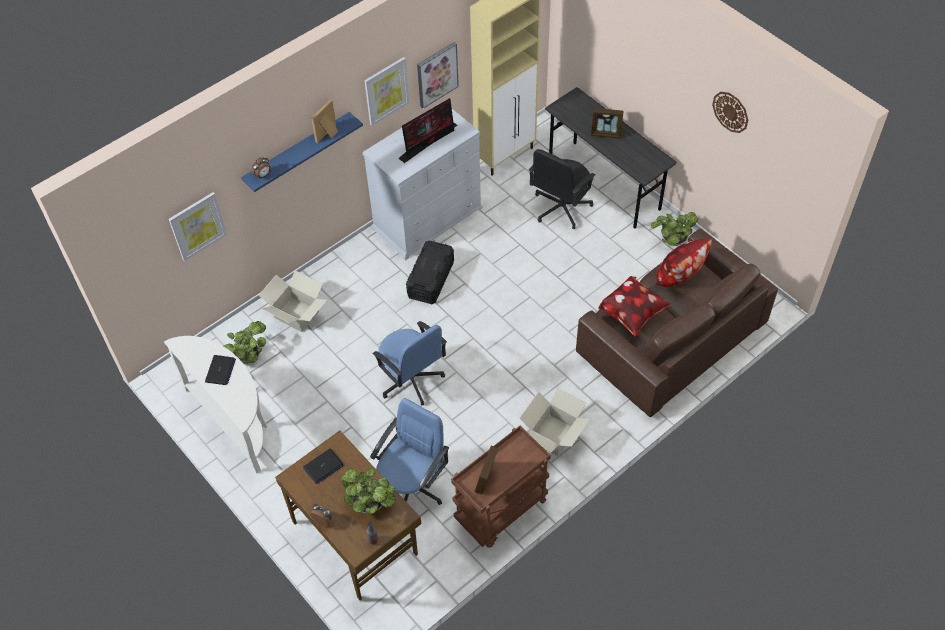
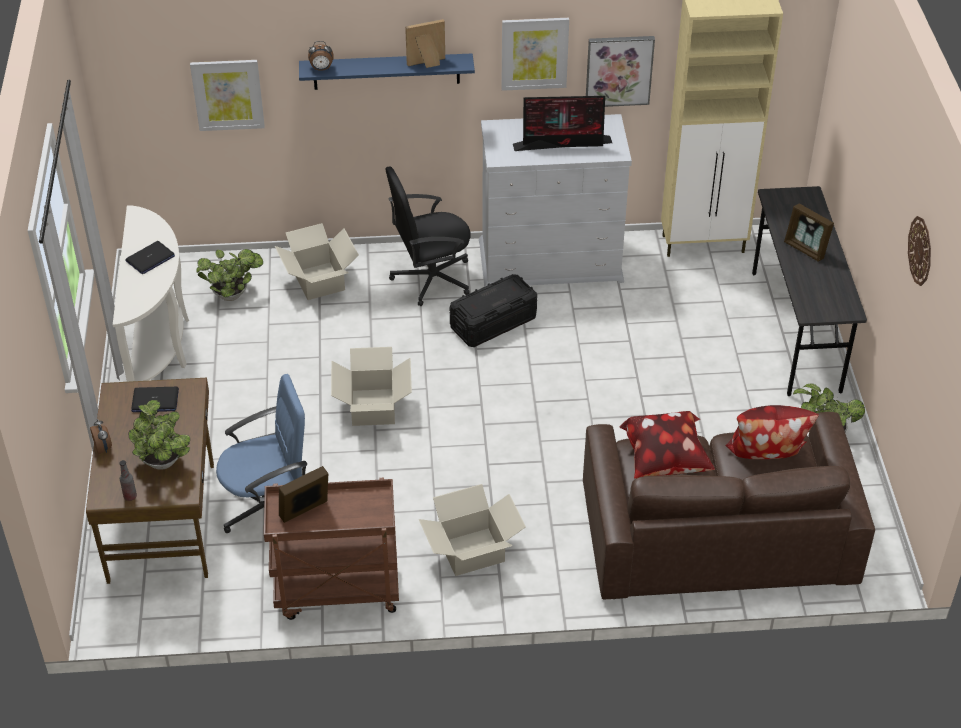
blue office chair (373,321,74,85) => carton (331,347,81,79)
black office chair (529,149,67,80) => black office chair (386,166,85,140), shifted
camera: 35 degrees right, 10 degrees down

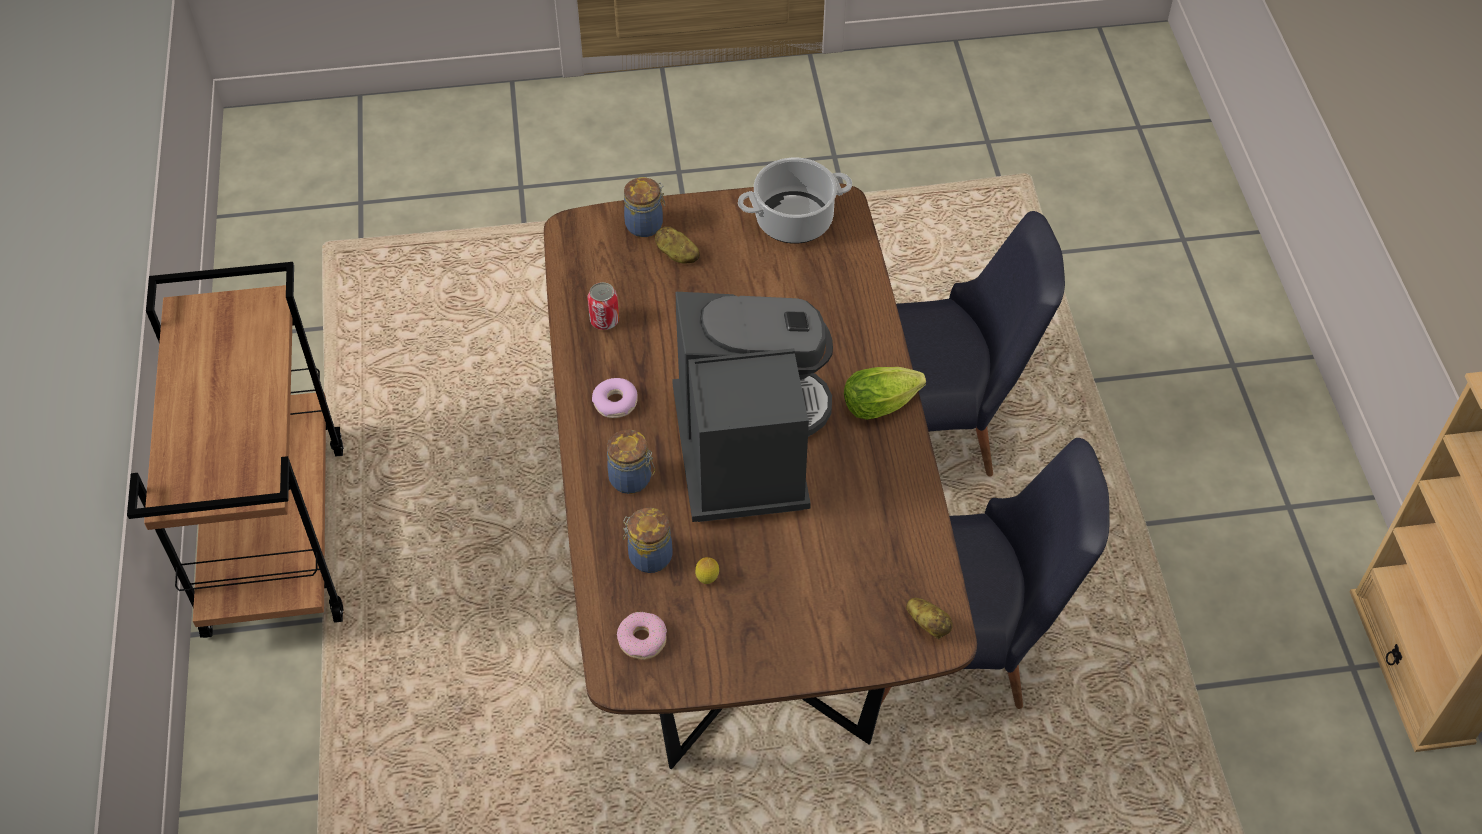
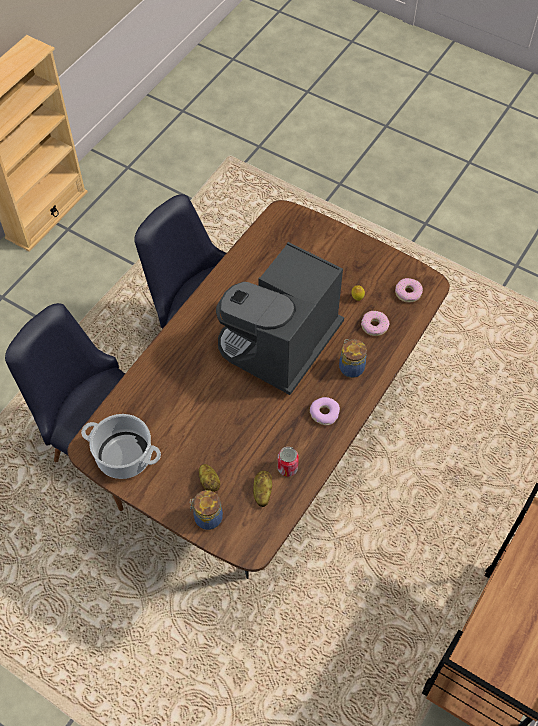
potato (906,598,47,41) => potato (253,470,19,37), shifted
preserve jar (623,508,50,65) => doughnut (361,311,29,25)
lettuce head (844,367,82,53) => nothing
camera: 140 degrees left, 5 degrees up

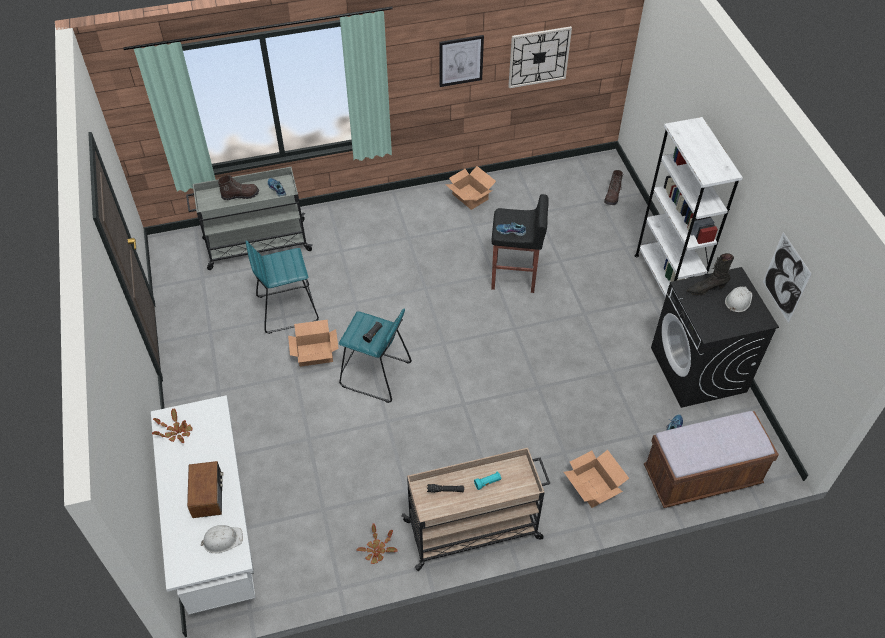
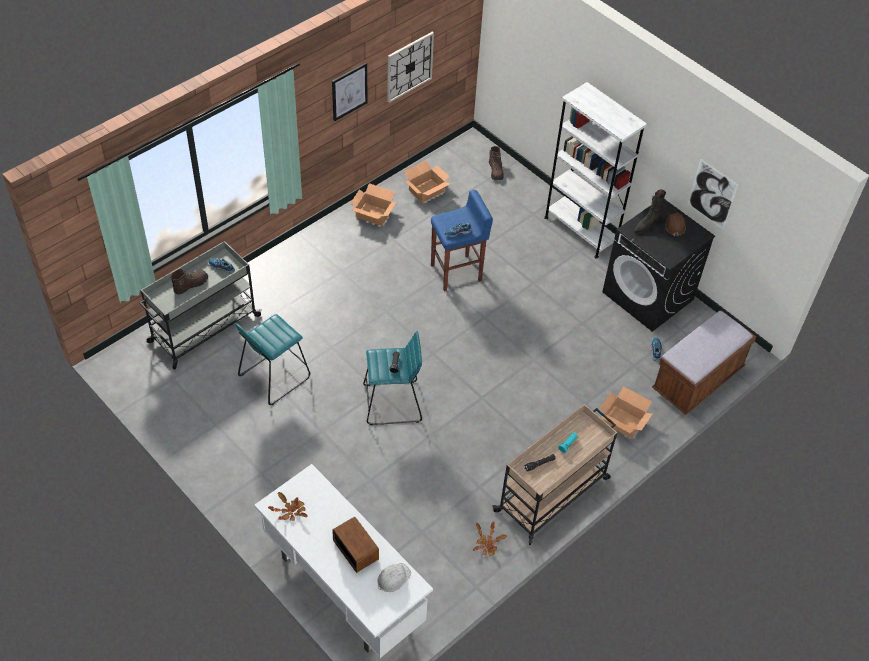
carton (288,320,51,47) => carton (404,160,46,43), shifted
black stool seat (491,194,58,99) => blue stool seat (431,190,62,101)
white-coloured hard hat (725,286,27,26) => brownish hard hat (665,212,21,25)
camera: 30 degrees left, 0 degrees up

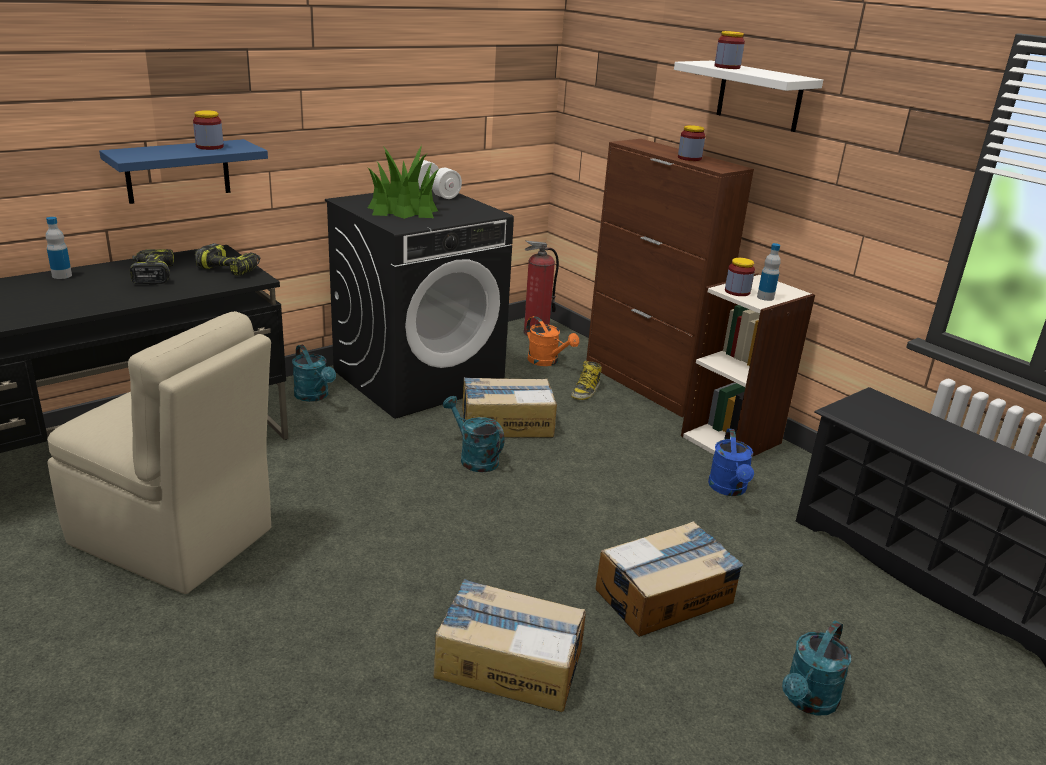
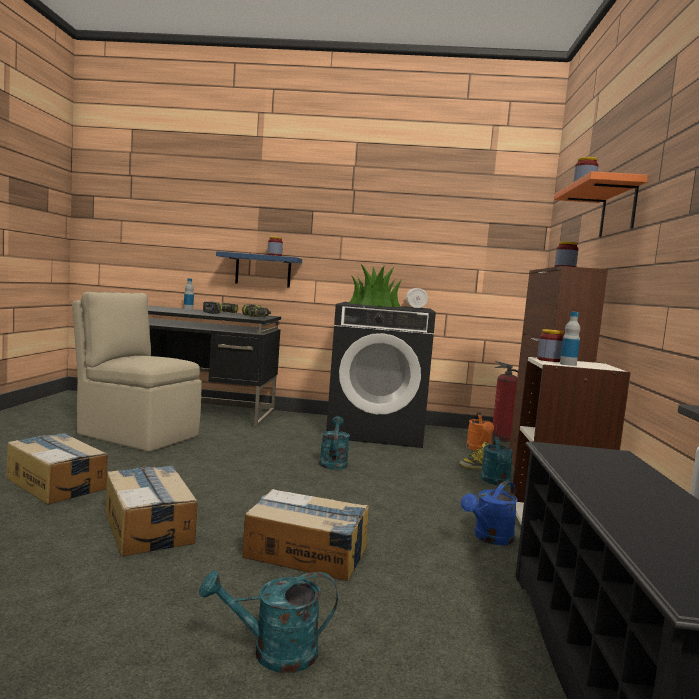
carton (463,377,94,61) => carton (6,433,102,71), shifted
beige upright chair (47,311,224,283) => beige upright chair (72,292,130,160), 135 degrees clockwise
turquoise-coloured sprinkling can (292,345,44,57) => turquoise-coloured sprinkling can (480,437,33,48), shifted
white-coloured bracket shelf (674,61,149,71) => orange bracket shelf (554,171,94,66)
camera: 45 degrees right, 20 degrees down

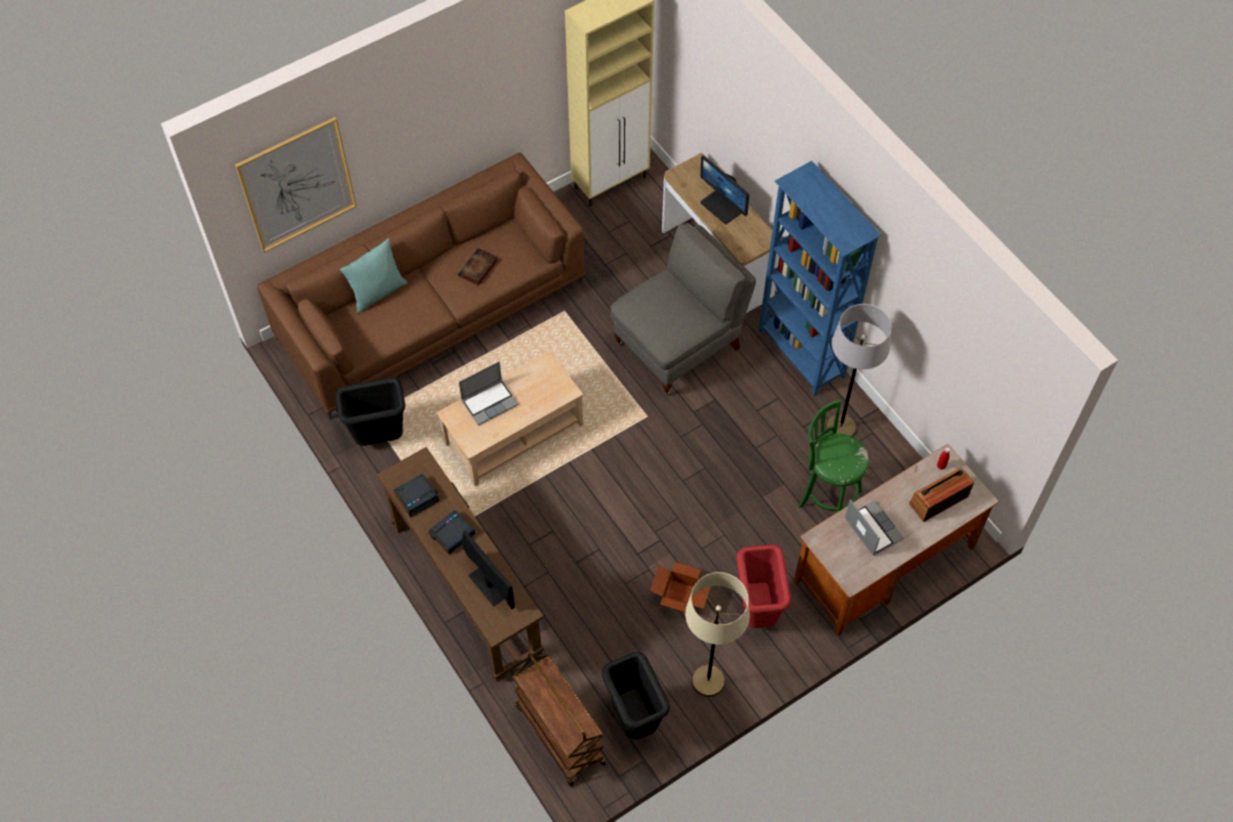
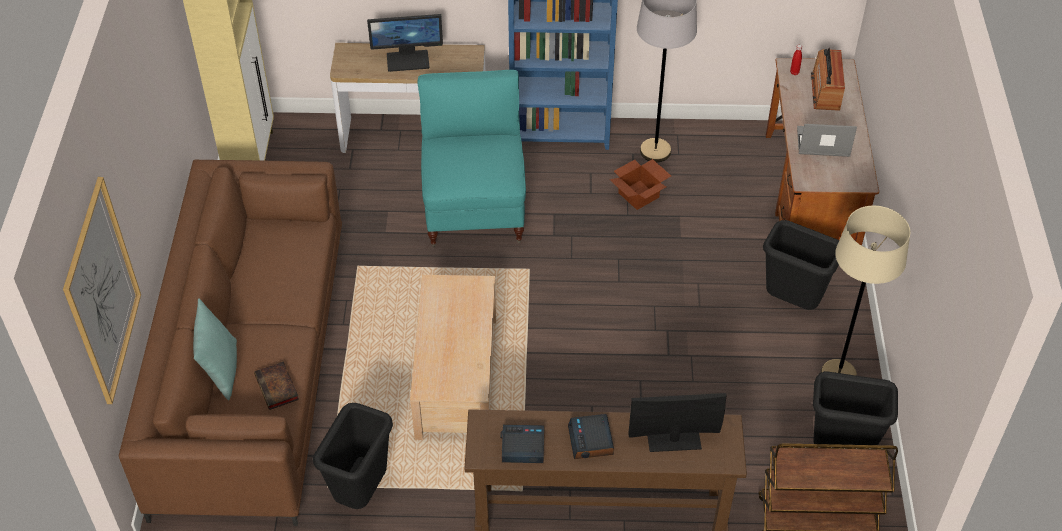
bound book (458,248,40,38) => bound book (254,361,45,49), shifted
greyish armchair (611,223,145,172) => turquoise-coloured armchair (417,70,109,177)
bedside clock (394,474,45,43) => bedside clock (500,425,44,38), 90 degrees counterclockwise
carton (650,562,61,50) => carton (609,159,62,51), shifted
red-coloured rubbish bin (737,545,54,83) => black rubbish bin (763,220,76,90)
laptop (459,361,59,65) => nothing
green stool seat (798,399,71,113) => nothing
camera: 55 degrees left, 10 degrees down

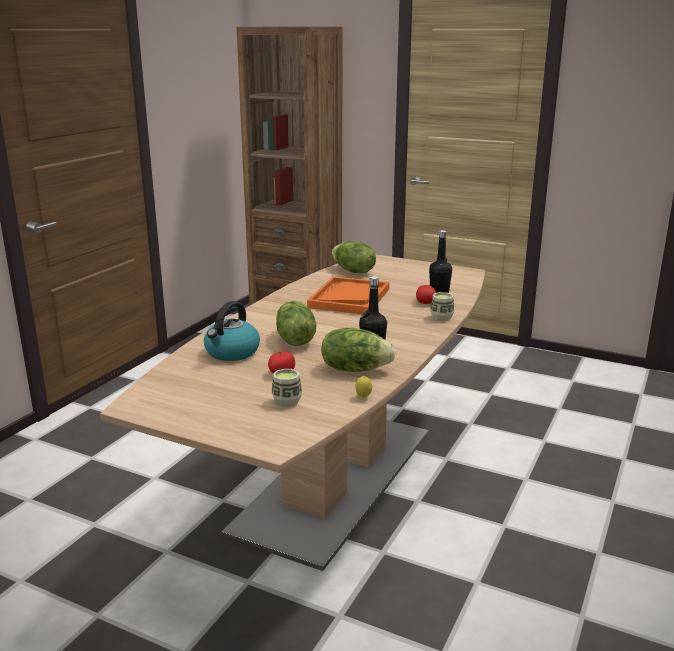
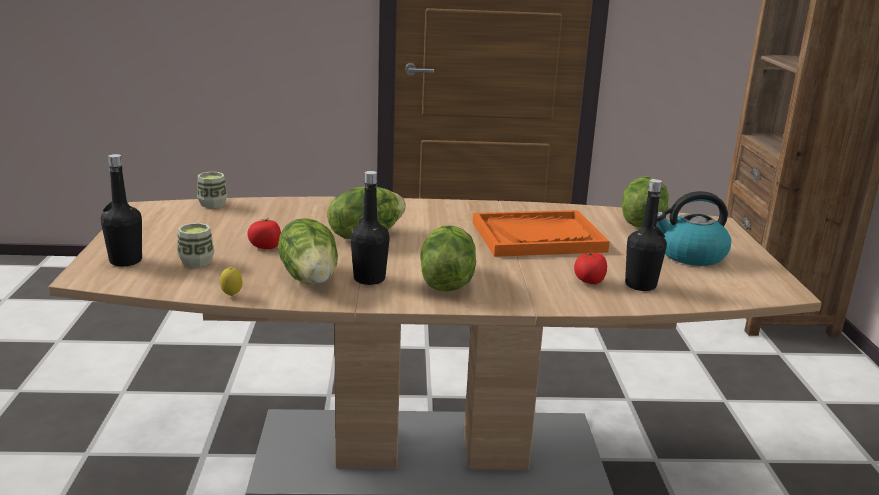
nothing => black drink bottle (101,154,41,113)
cup (430,292,24,29) => cup (197,172,31,36), shifted
nothing => lettuce head (420,225,56,66)
water kettle (204,301,56,60) => water kettle (657,191,74,75), shifted
camera: 60 degrees right, 0 degrees up

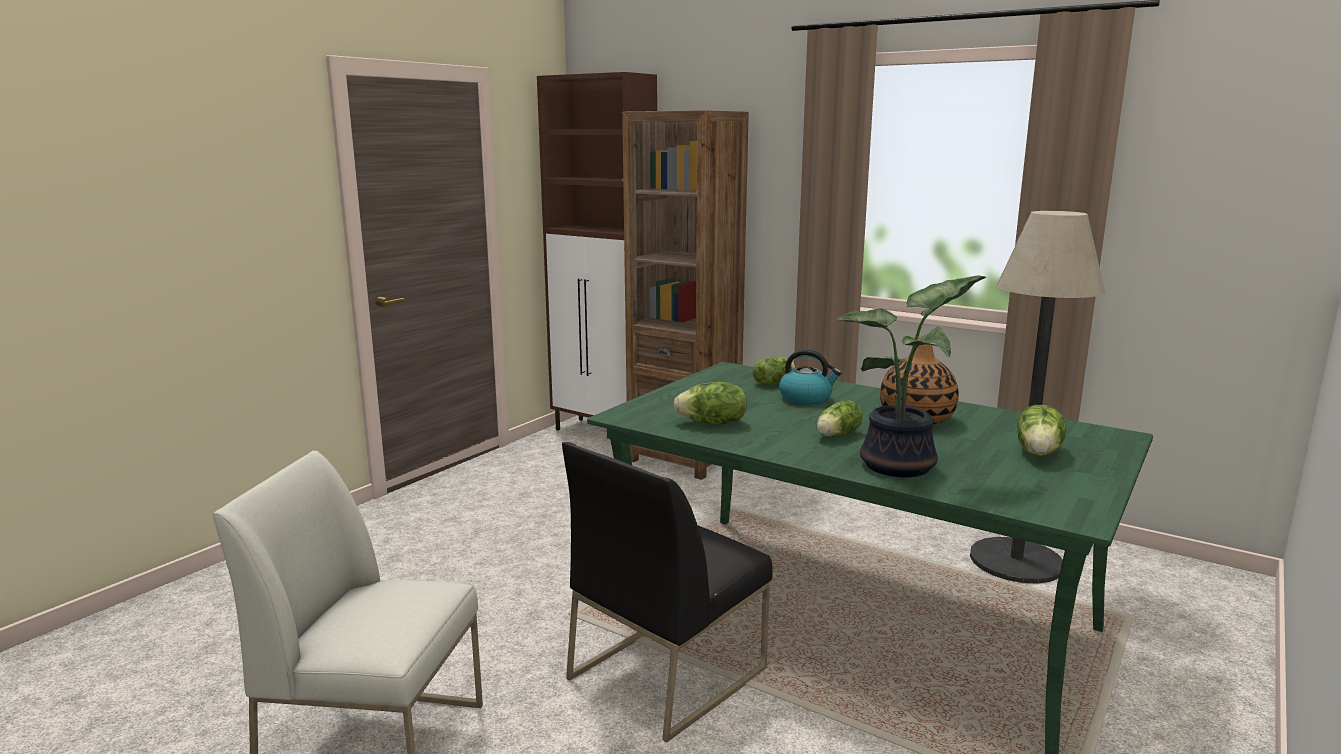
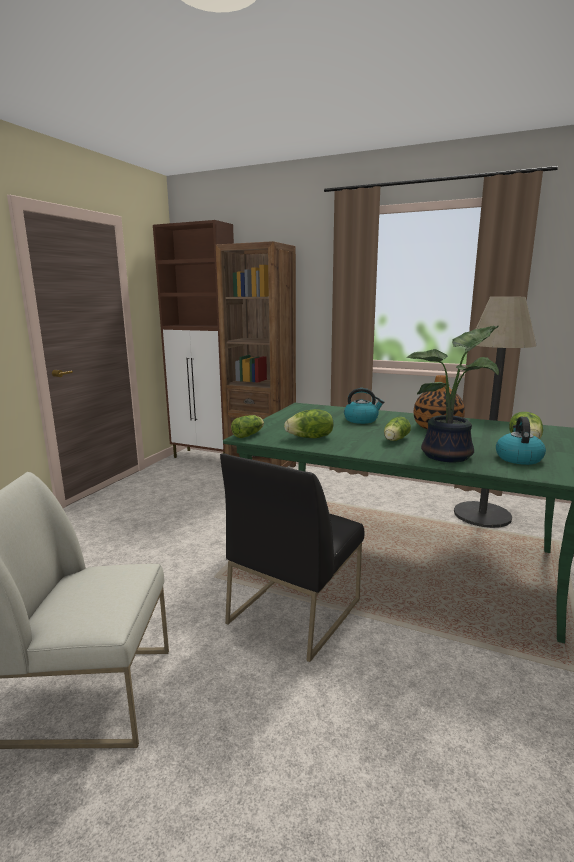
lettuce head (753,357,42,29) => lettuce head (231,415,33,23), shifted
nothing => water kettle (496,417,50,48)
camera: 10 degrees left, 0 degrees up

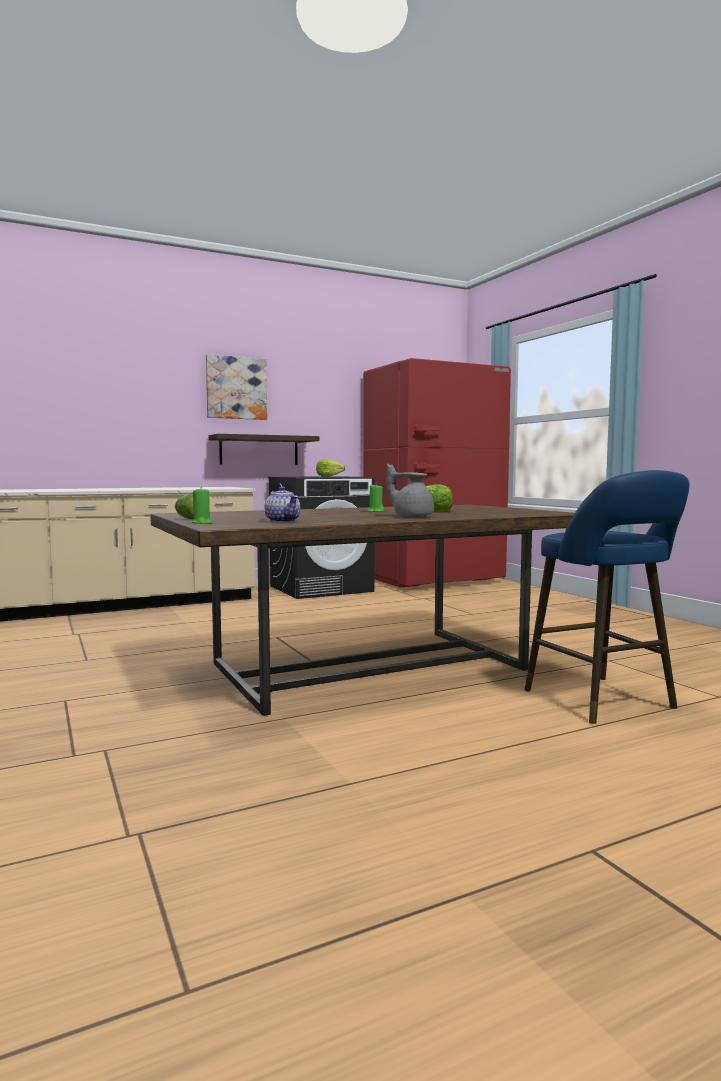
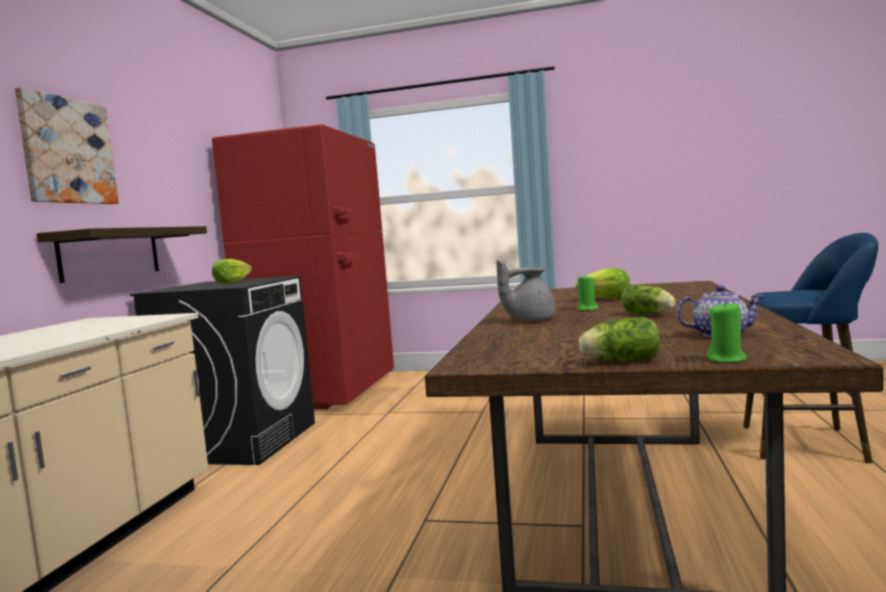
greyish teapot (387,464,47,53) => greyish teapot (496,260,59,61), shifted
nothing => lettuce head (621,285,54,29)
camera: 50 degrees left, 0 degrees up

